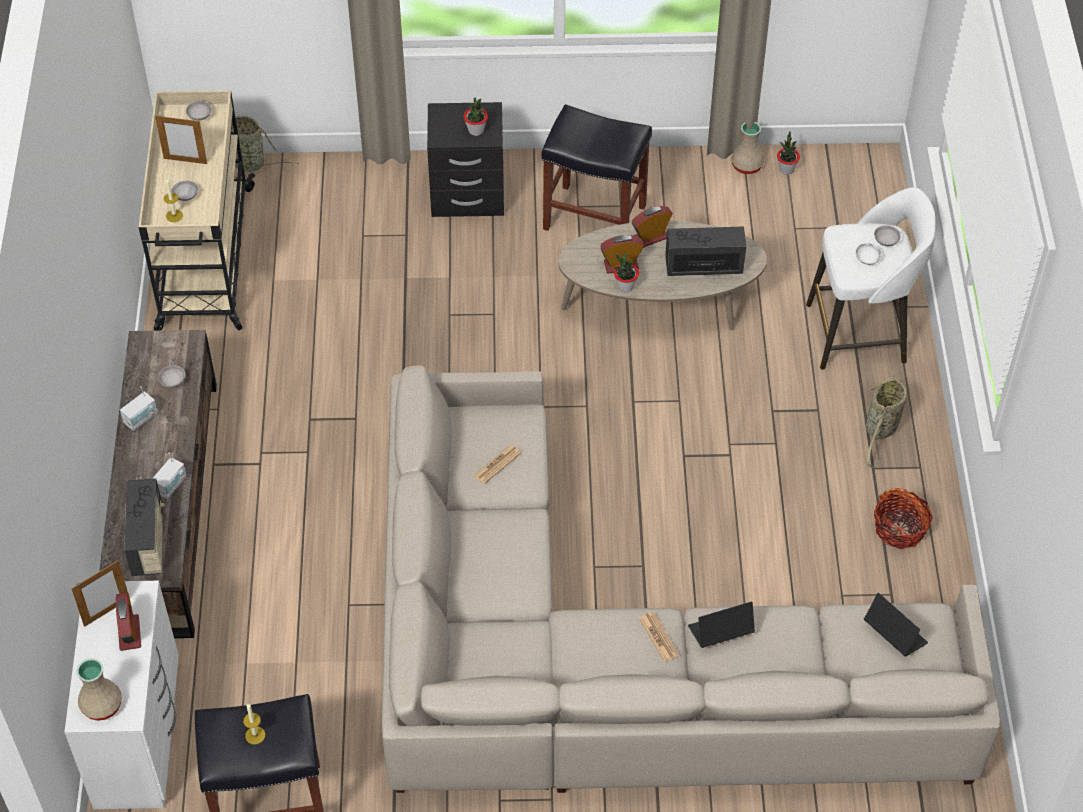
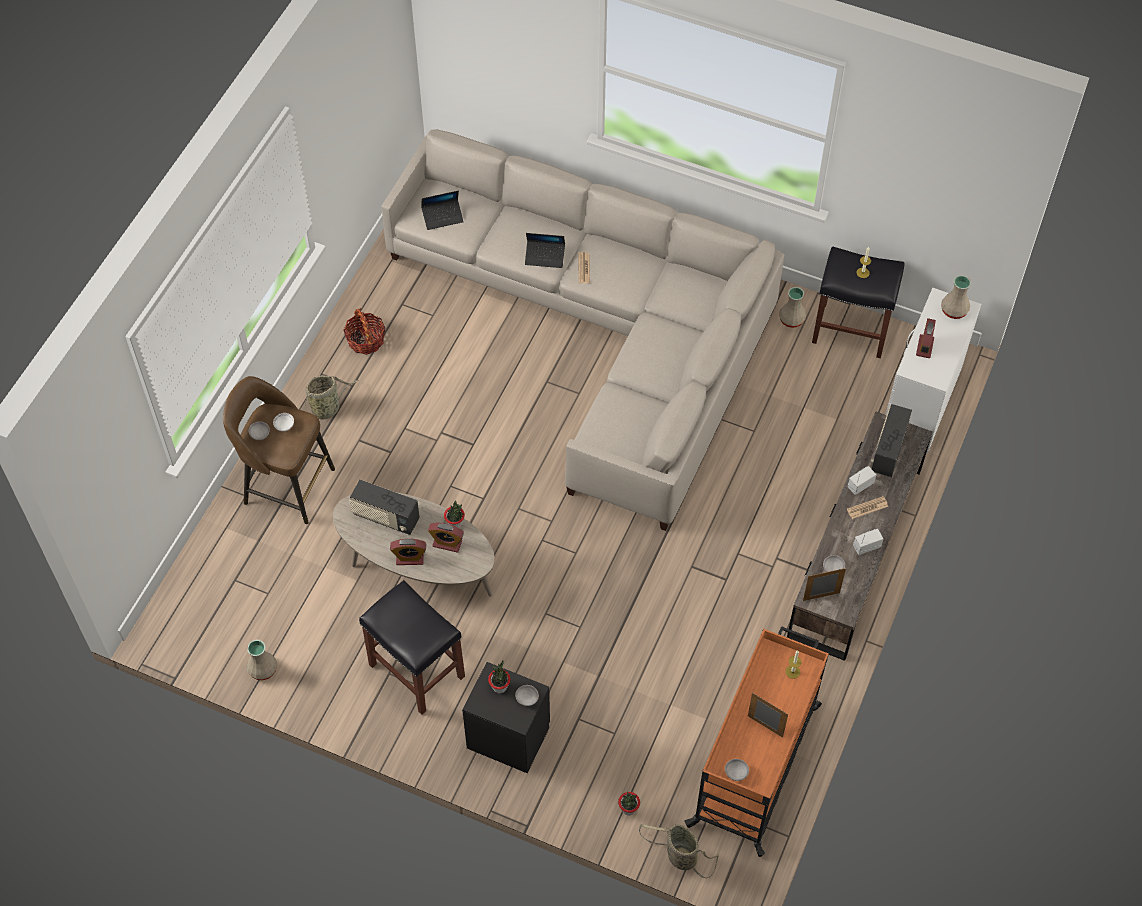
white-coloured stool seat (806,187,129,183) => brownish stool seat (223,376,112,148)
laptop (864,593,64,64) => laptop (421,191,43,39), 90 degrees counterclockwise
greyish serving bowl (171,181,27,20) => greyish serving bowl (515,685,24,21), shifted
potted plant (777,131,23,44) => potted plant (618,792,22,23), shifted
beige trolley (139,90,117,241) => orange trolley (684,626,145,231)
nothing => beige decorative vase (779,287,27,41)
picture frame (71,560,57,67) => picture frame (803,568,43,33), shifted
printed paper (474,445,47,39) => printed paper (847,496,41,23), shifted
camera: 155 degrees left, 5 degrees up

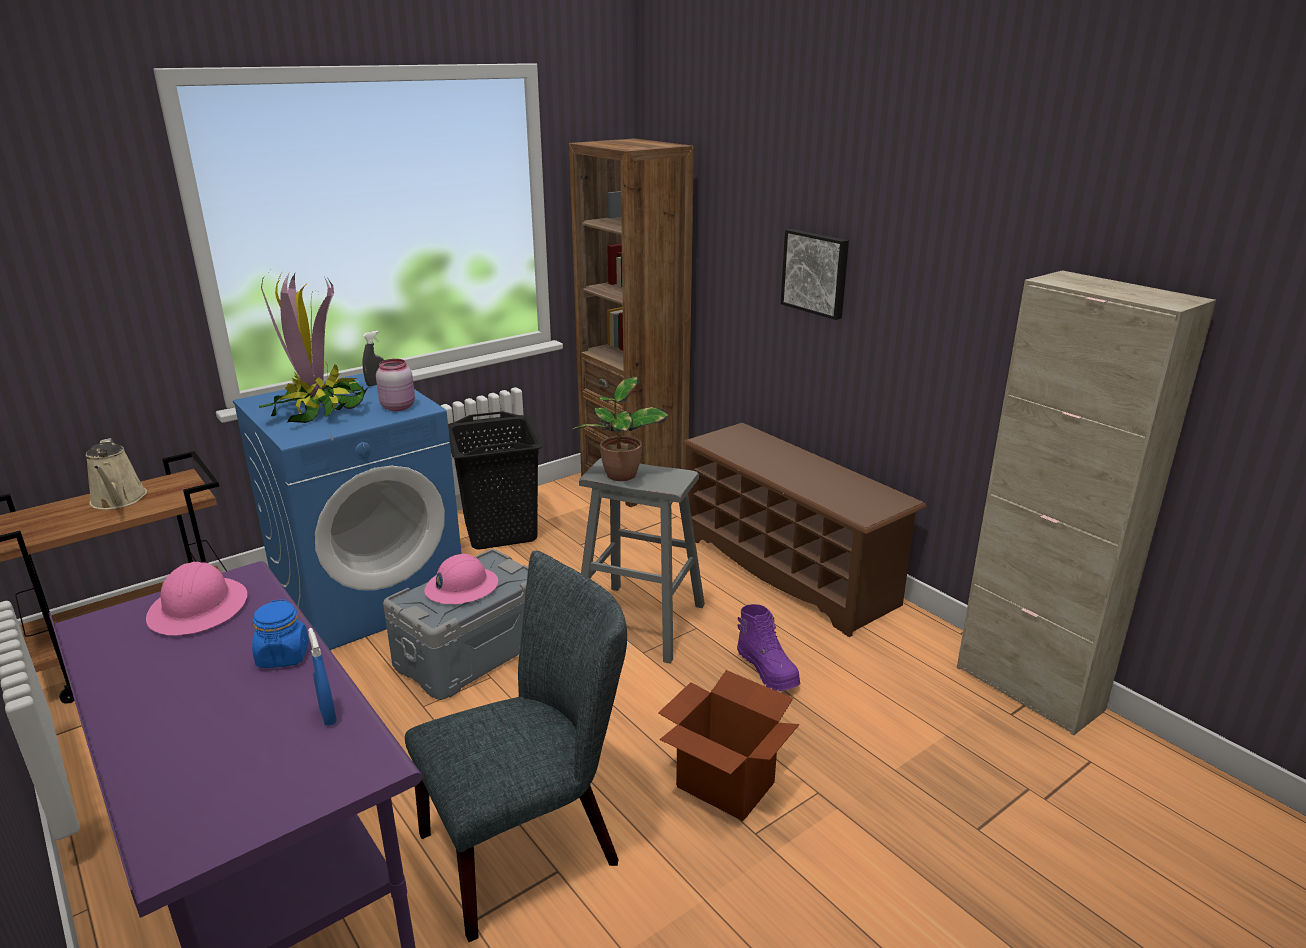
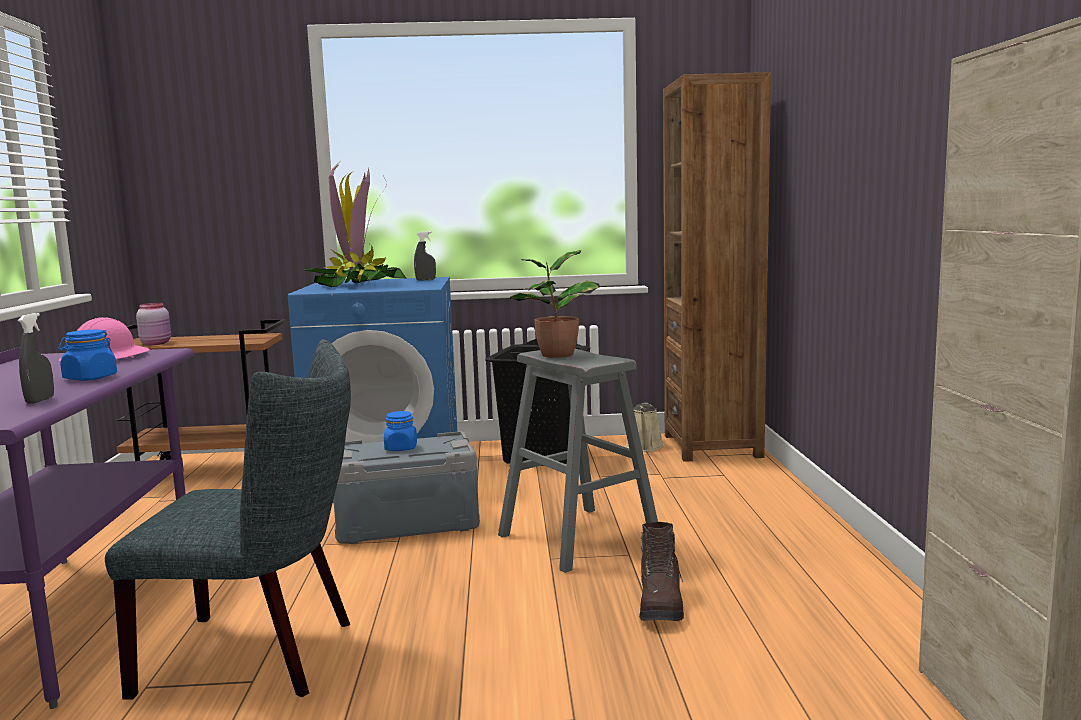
blue hand sprayer (308,628,29,98) => greyish hand sprayer (18,313,36,91)
pink preserve jar (376,359,39,52) => pink preserve jar (136,303,35,42), shifted
pink hard hat (424,554,74,50) => blue preserve jar (384,411,33,40)
beige sprinkling can (85,438,62,72) => beige sprinkling can (626,403,38,49), shifted
purple tall boot (737,604,63,87) => brownish tall boot (639,522,45,99)
carton (658,670,141,151) => nothing
brownish shoe stand (682,423,245,214) => nothing
wall art (781,229,68,91) => nothing
camera: 35 degrees right, 15 degrees down

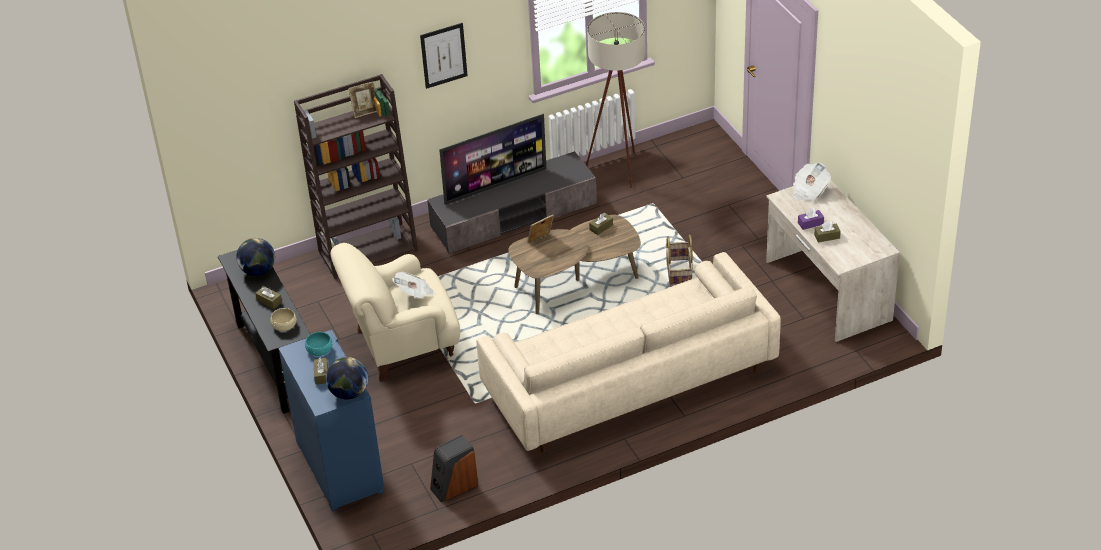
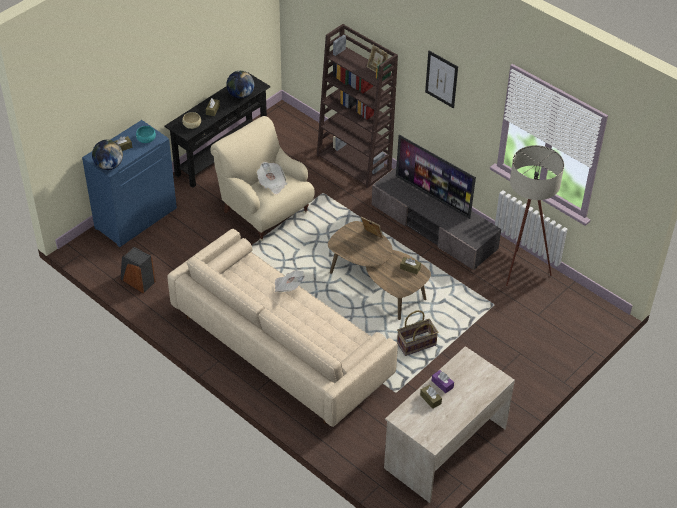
printed paper (793,163,38,38) => printed paper (275,270,30,22), shifted
camera: 65 degrees right, 5 degrees up

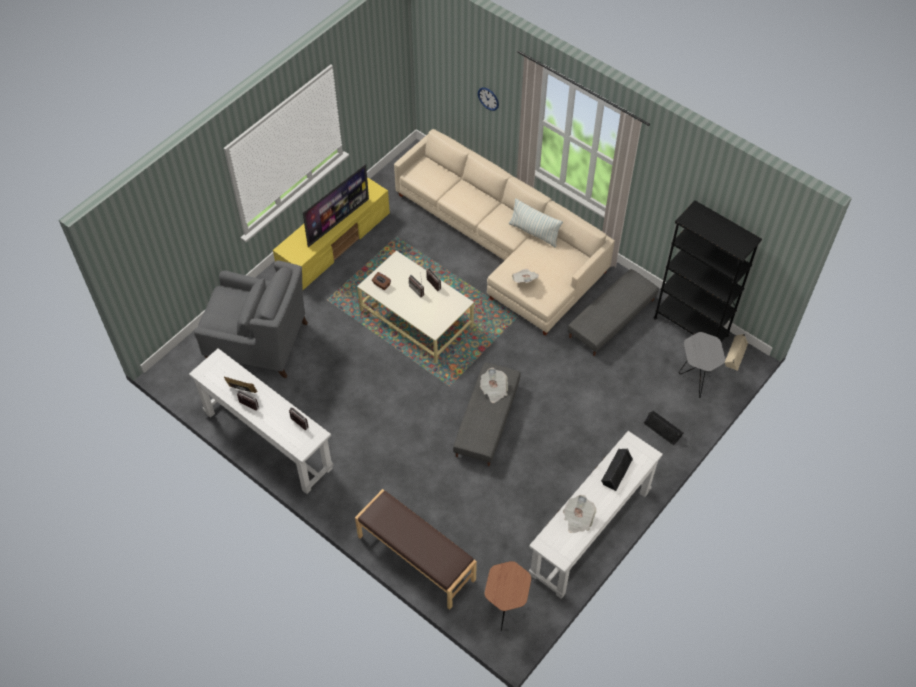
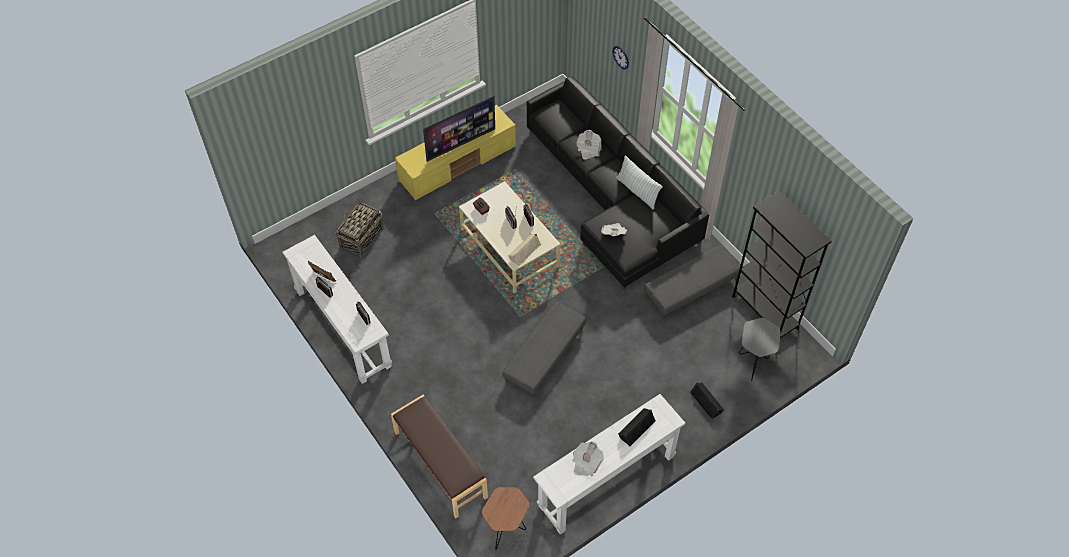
greyish armchair (194,260,114,118) => household basket (335,200,49,57)
beige loudspeaker (725,334,23,37) => beige loudspeaker (508,234,33,32), shifted
beige couch (394,129,221,207) => black couch (527,76,182,214)
printed paper (480,368,28,35) => printed paper (576,130,25,30), shifted
camera: 15 degrees right, 0 degrees up

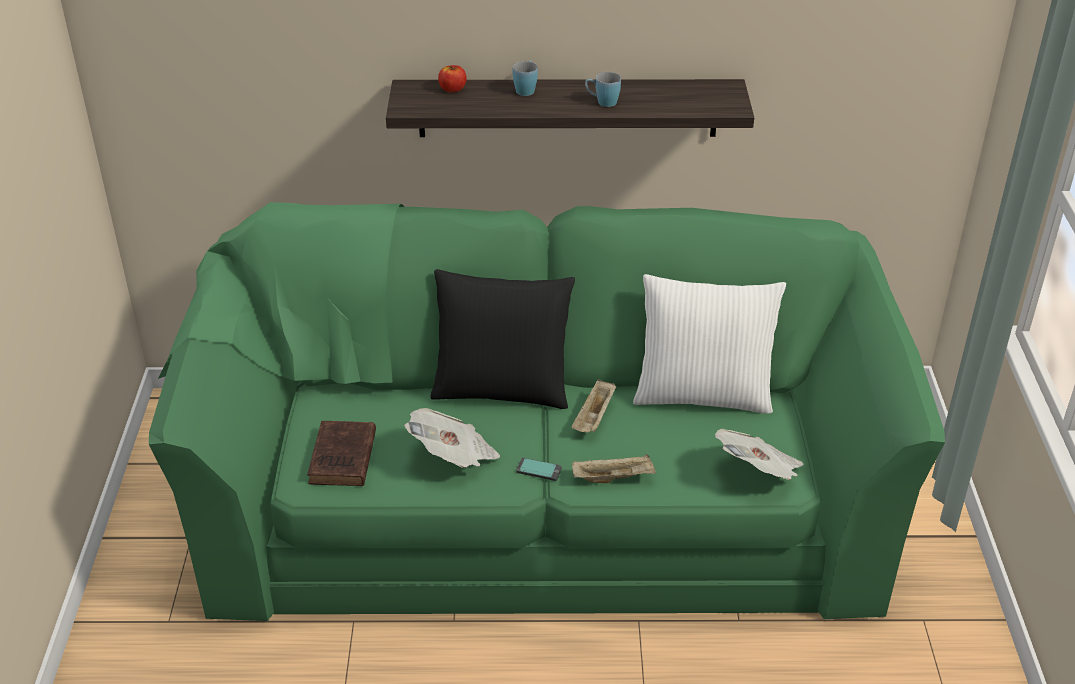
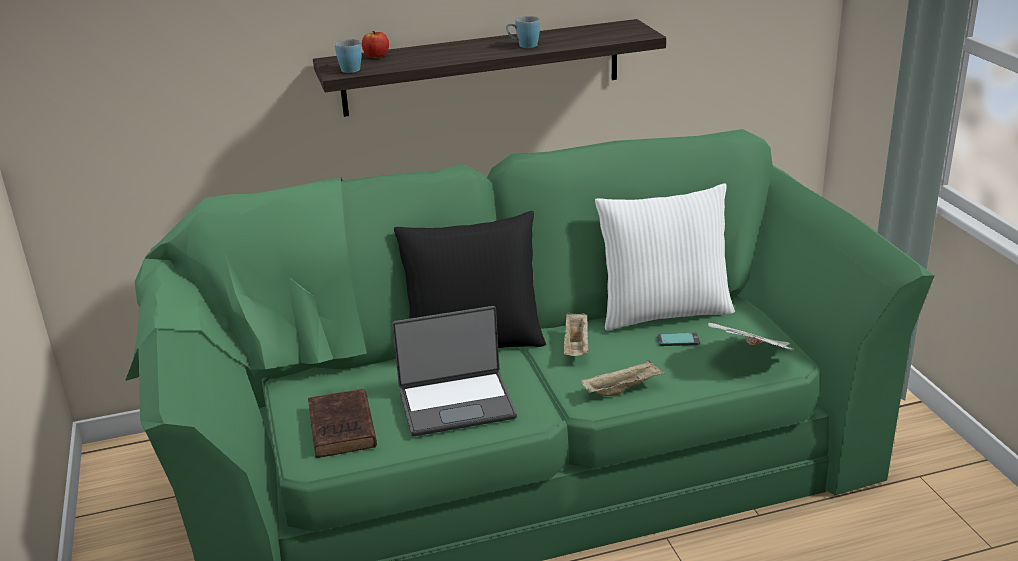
blue coffee mug (512,60,26,36) => blue coffee mug (335,39,26,34), shifted
printed paper (404,408,96,60) => laptop (392,306,125,130)
telephone (516,458,46,23) => telephone (657,333,43,13), shifted
camera: 15 degrees left, 10 degrees down

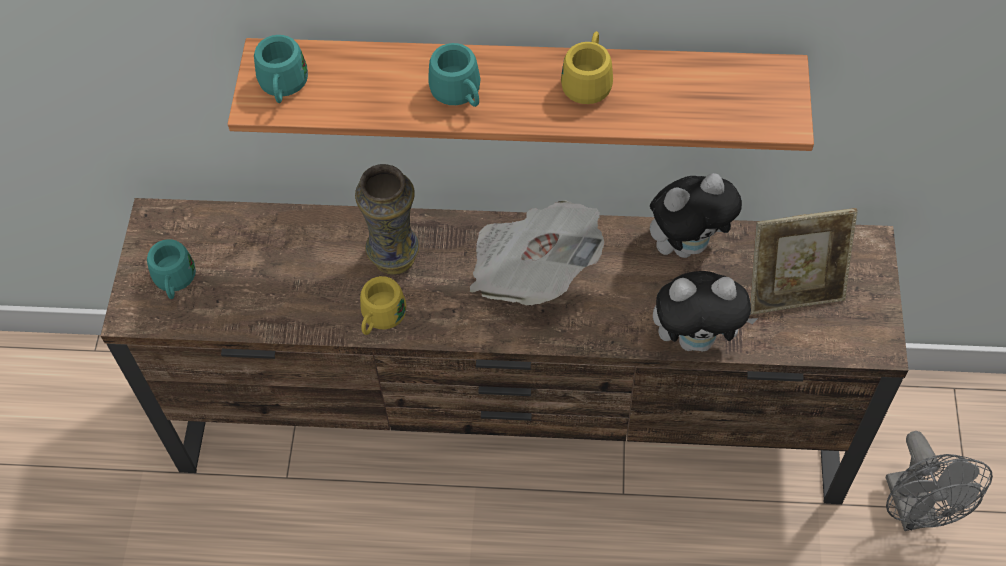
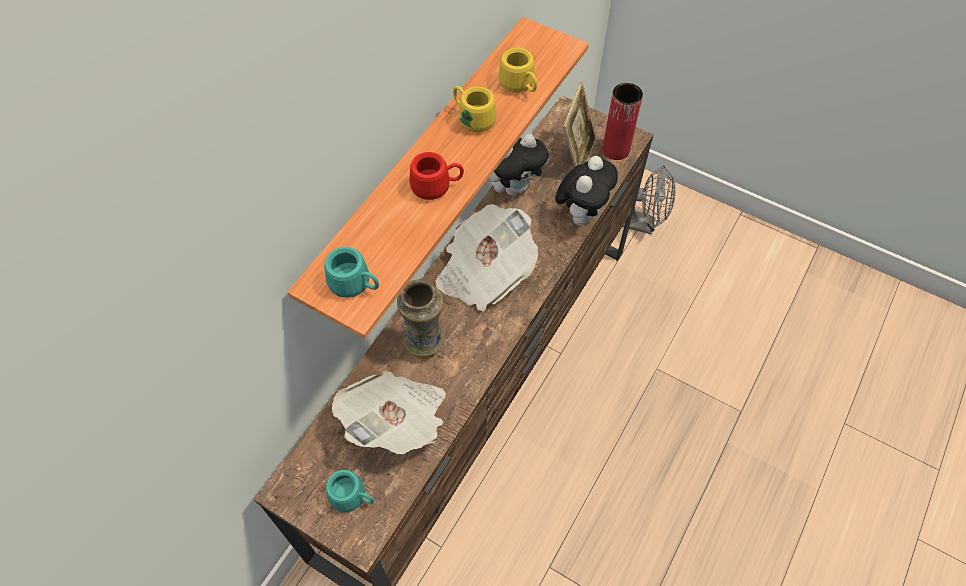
nothing => printed paper (332,371,114,83)
turquoise-coloured coffee mug (428,43,52,64) => red-coloured coffee mug (410,152,54,48)
plush toy (650,173,92,85) => plush toy (489,134,61,62), 60 degrees clockwise
yellow-coloured coffee mug (360,276,46,59) => yellow-coloured coffee mug (498,48,39,44), shifted
nothing => red-coloured decorative vase (602,83,41,77)
camera: 65 degrees left, 0 degrees up

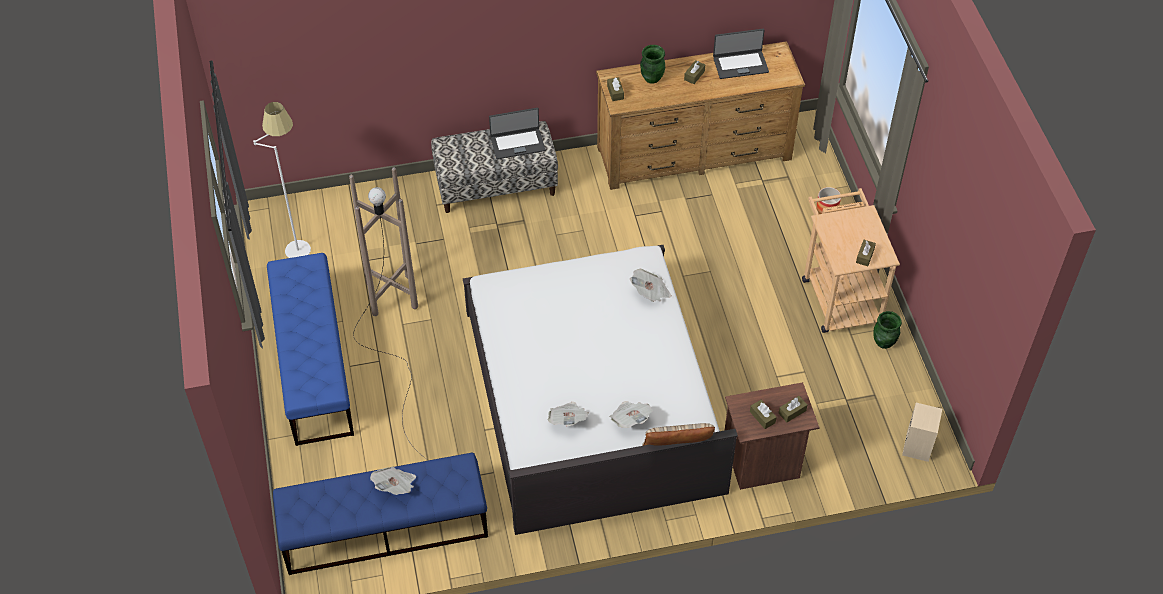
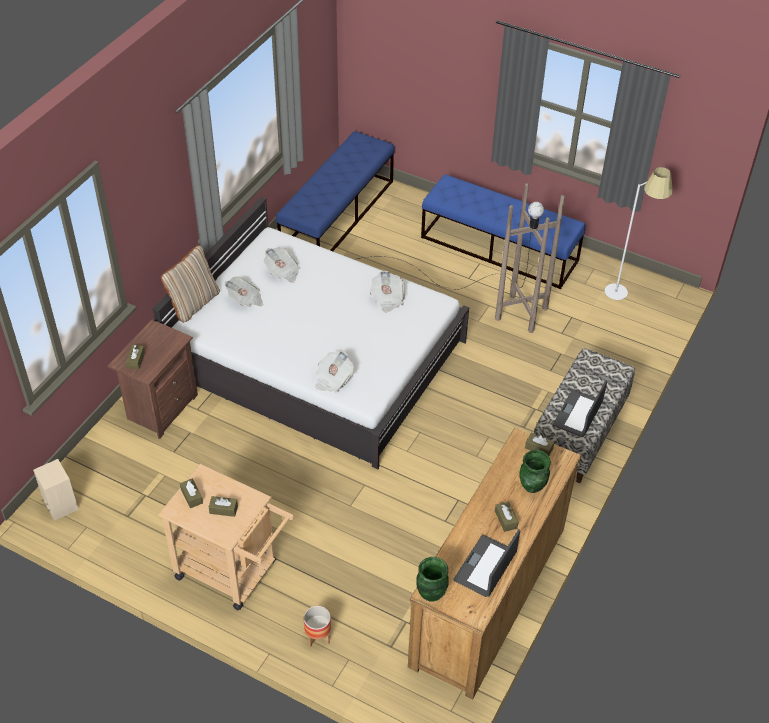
brownish tissue box (750,400,27,29) => brownish tissue box (209,496,29,21), shifted
printed paper (370,467,46,28) => printed paper (370,271,35,42), shifted
green decorative vase (874,311,28,38) => green decorative vase (416,557,33,45), shifted
camera: 130 degrees right, 5 degrees down

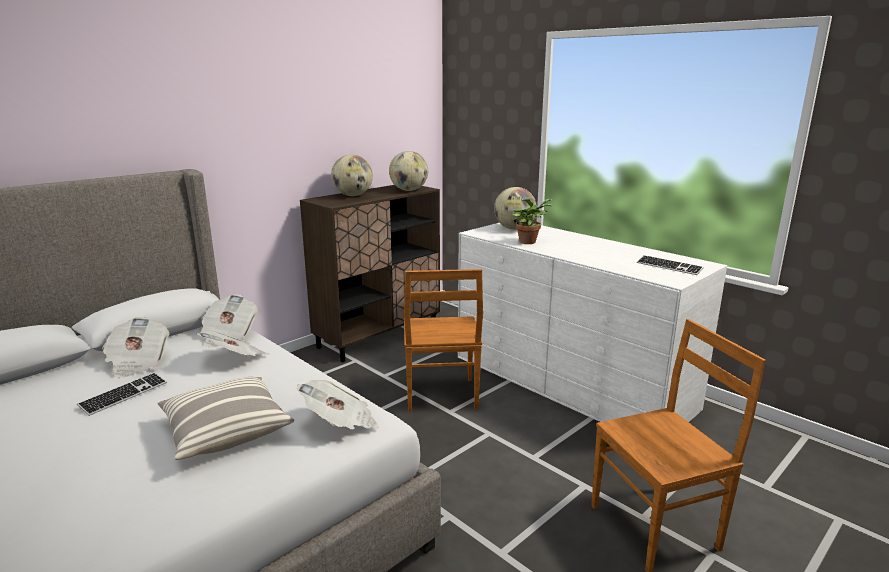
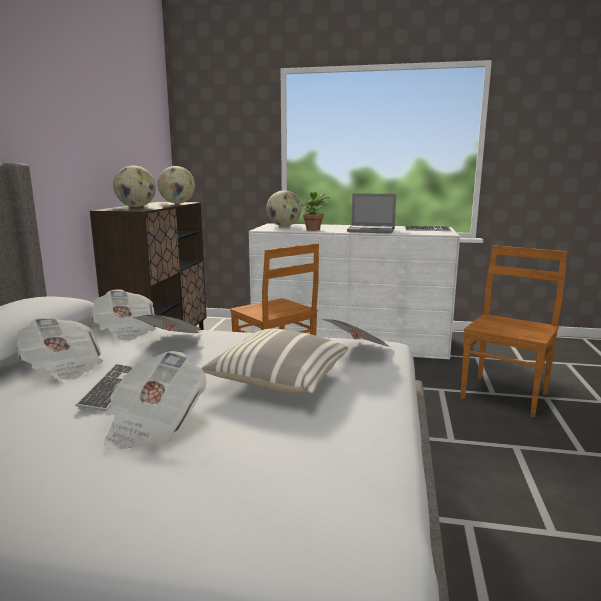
nothing => printed paper (104,351,103,99)
nothing => laptop (347,193,49,41)
camera: 35 degrees left, 5 degrees down

